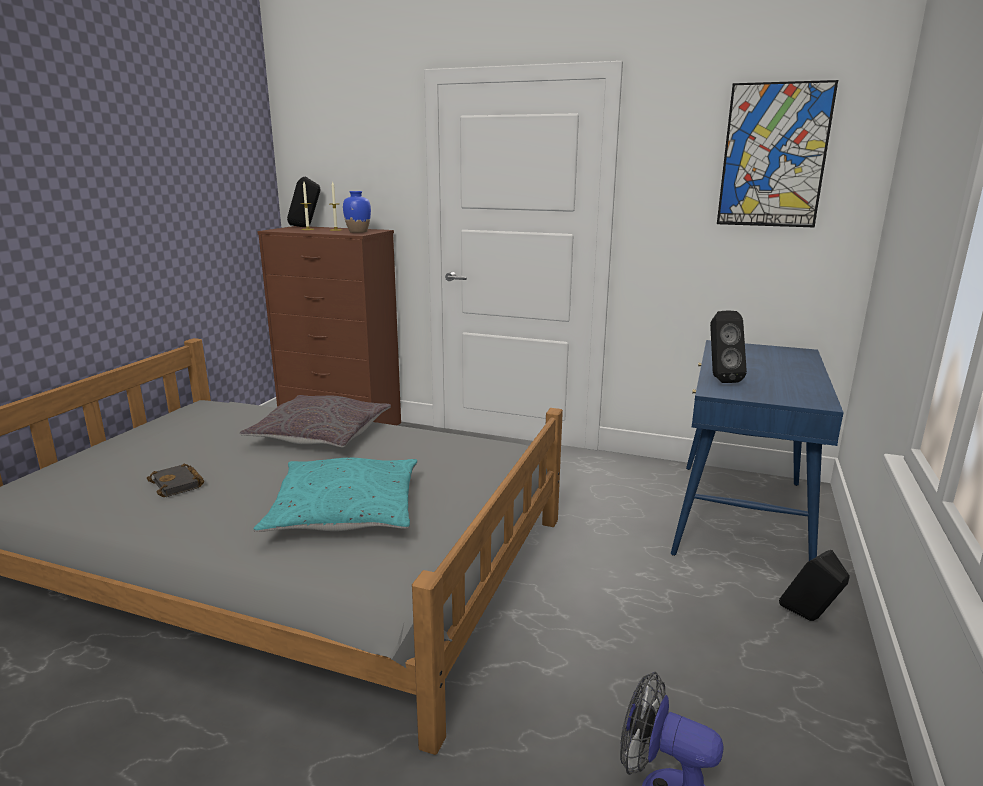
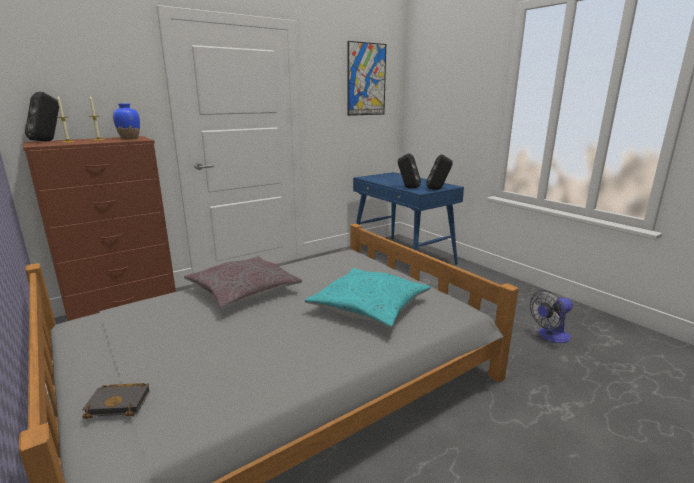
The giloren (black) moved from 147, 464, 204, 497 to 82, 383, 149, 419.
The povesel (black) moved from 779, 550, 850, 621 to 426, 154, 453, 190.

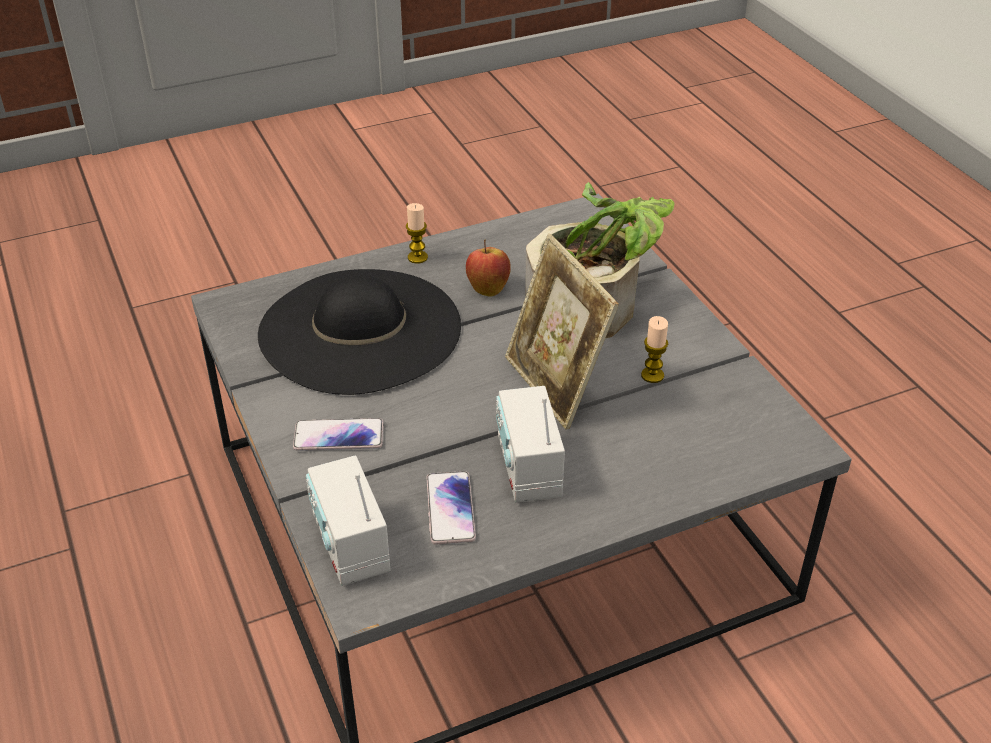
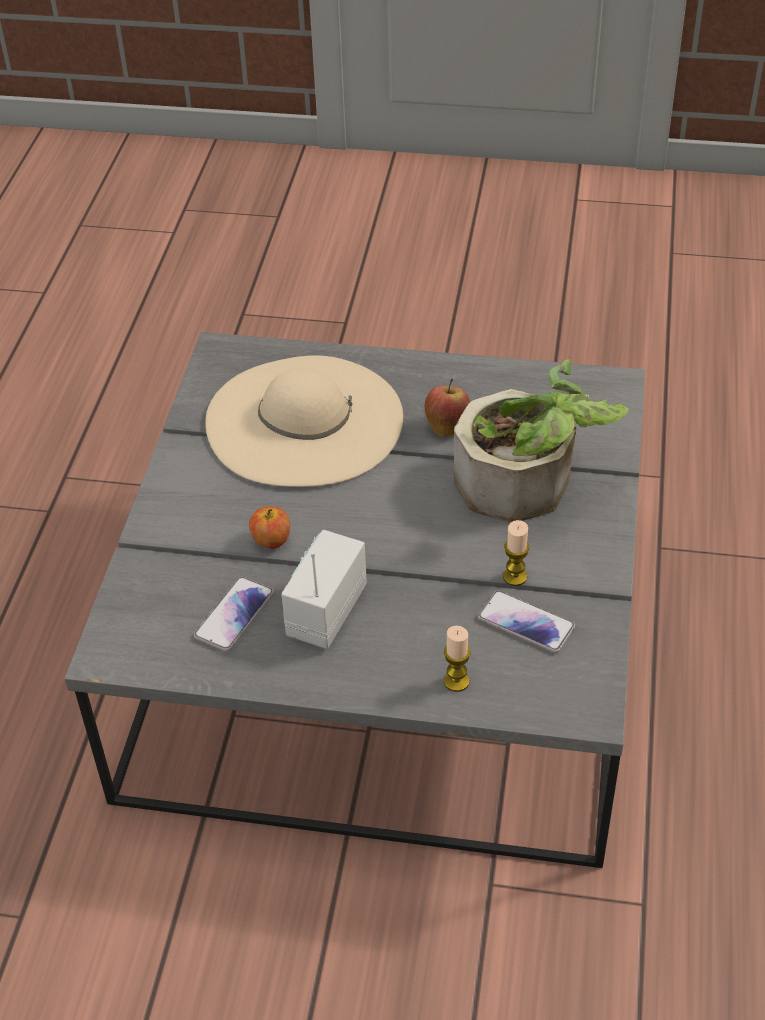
The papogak at 306, 455, 390, 586 disappeared.
The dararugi at 505, 234, 619, 430 disappeared.
The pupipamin at 249, 506, 290, 549 appeared.
The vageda moved from 293, 418, 384, 451 to 478, 591, 575, 653.
The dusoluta moved from 406, 203, 428, 264 to 444, 626, 471, 692.
The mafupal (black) at 258, 269, 461, 395 became the mafupal (beige) at 205, 355, 403, 487.

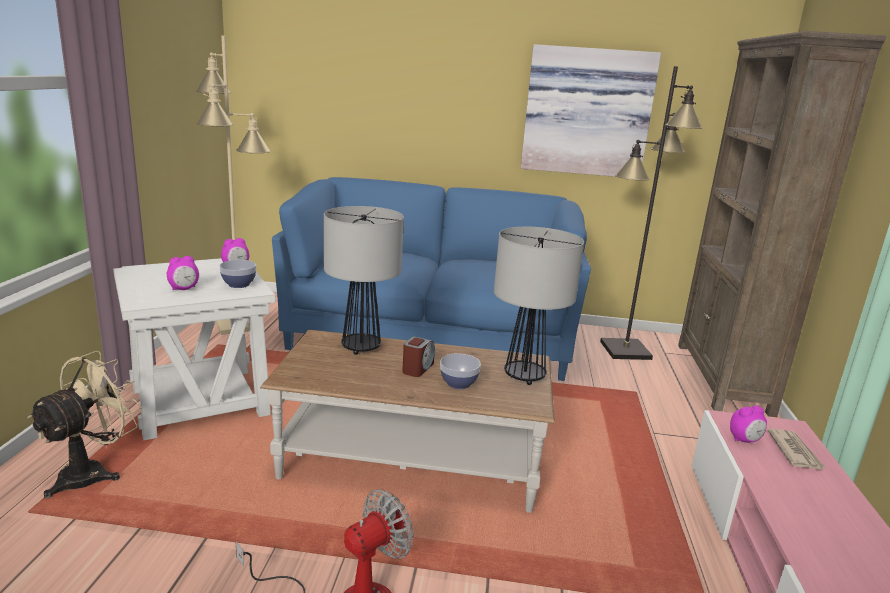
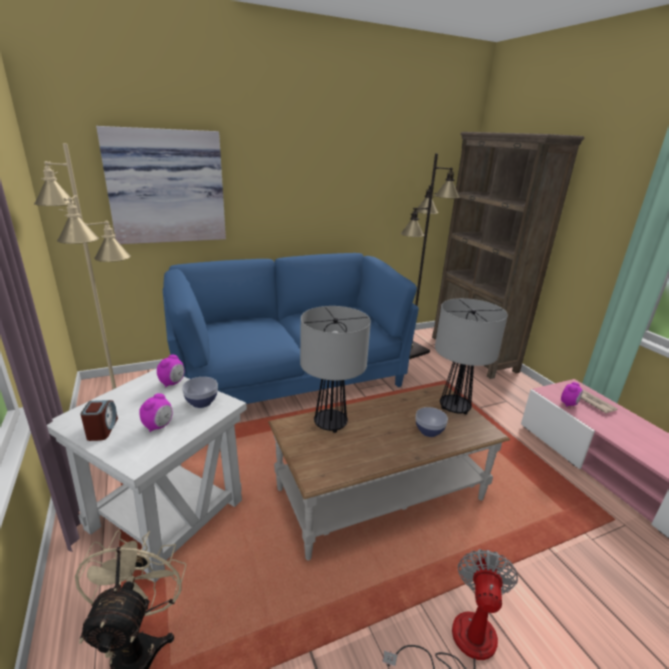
The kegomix moved from 402, 336, 435, 377 to 80, 400, 118, 441.
The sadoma moved from 521, 44, 661, 177 to 96, 126, 226, 244.

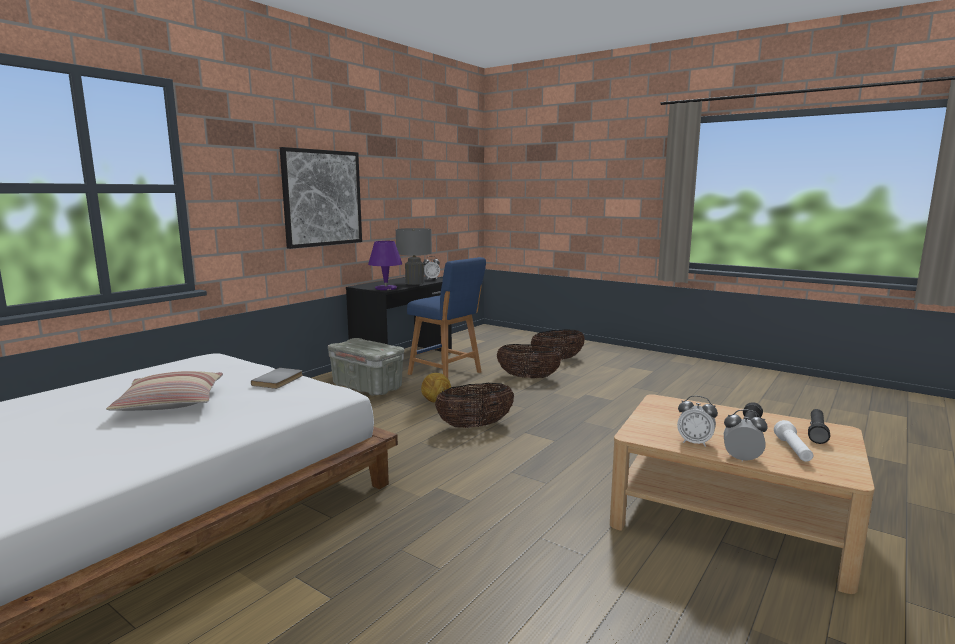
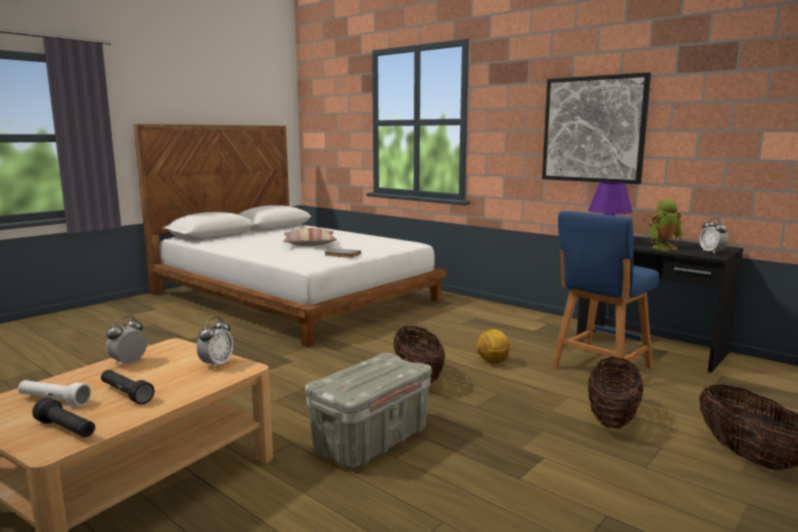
The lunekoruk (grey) moved from 328, 338, 404, 396 to 305, 353, 432, 468.
The kegomix moved from 724, 409, 768, 461 to 197, 317, 233, 369.
The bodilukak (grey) at 396, 228, 432, 285 was replaced by the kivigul at 648, 199, 683, 251.

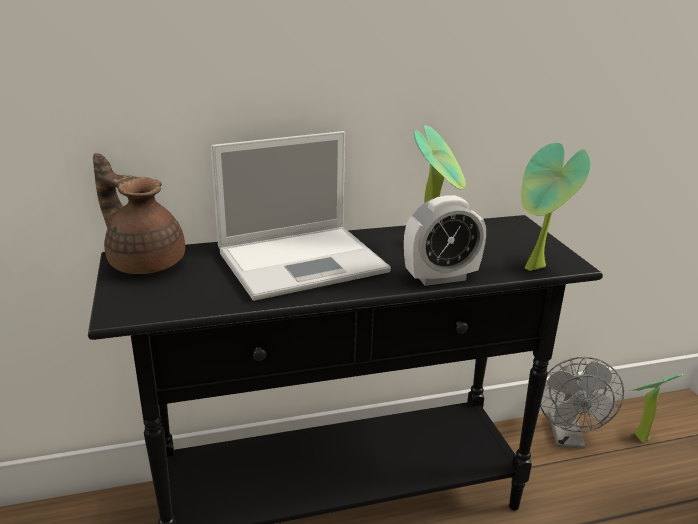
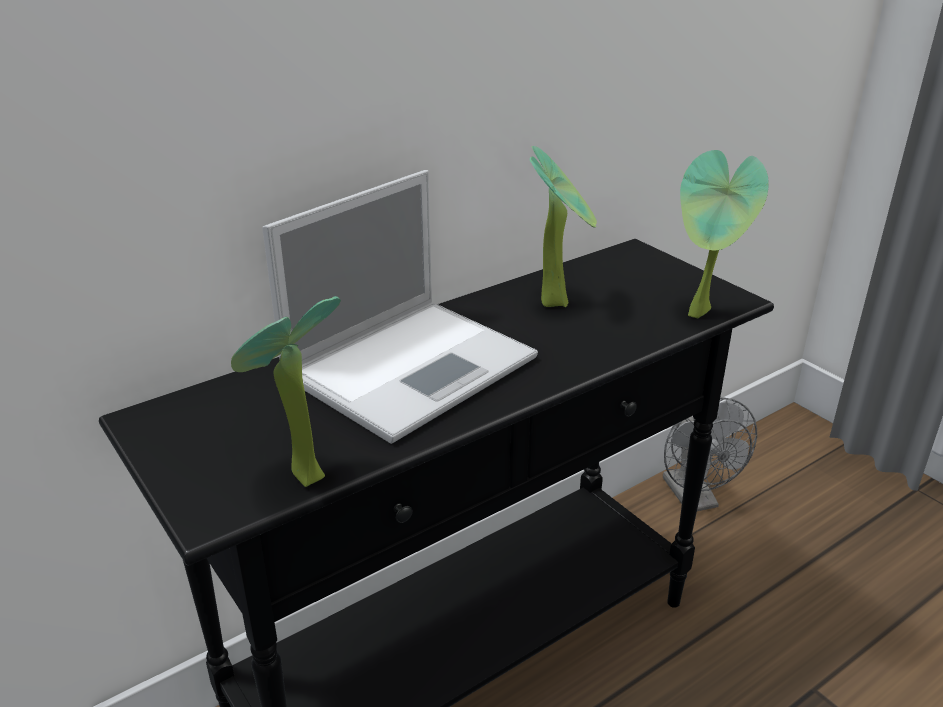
The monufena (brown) at 93, 153, 185, 274 disappeared.
The kegomix at 404, 195, 486, 286 disappeared.
The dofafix moved from 629, 373, 683, 442 to 231, 296, 341, 487.

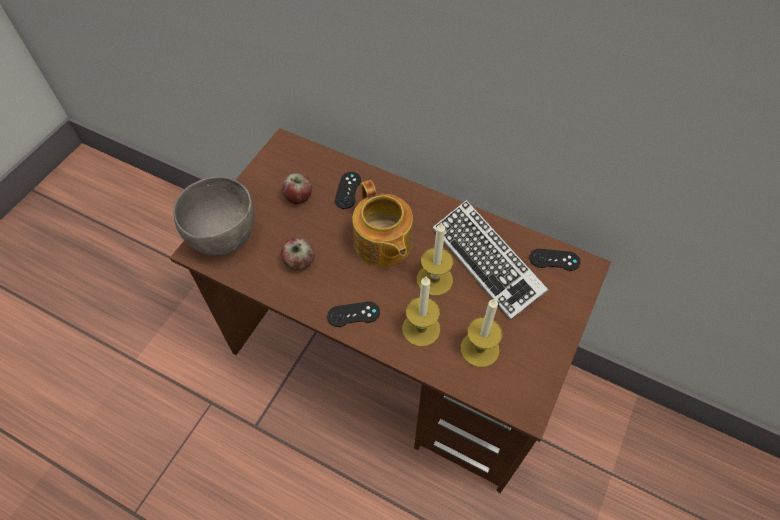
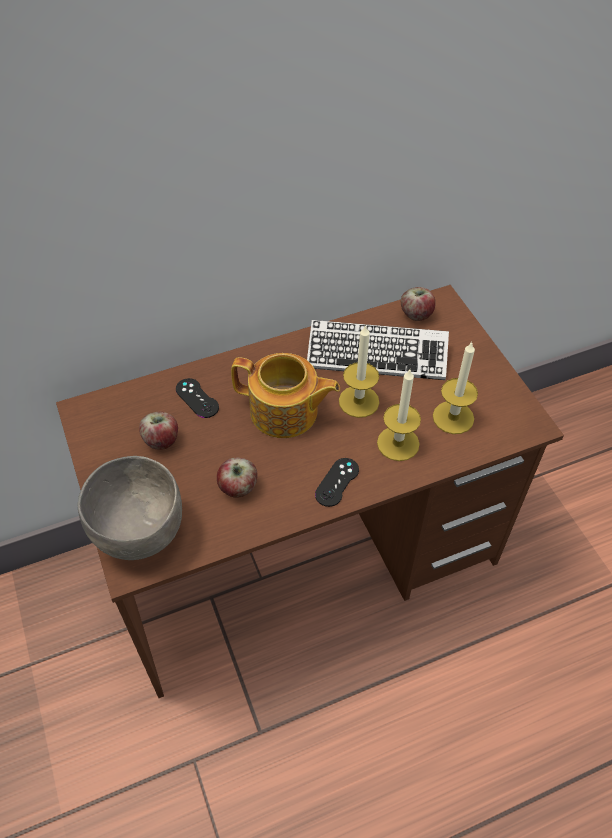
The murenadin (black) at 529, 249, 581, 271 was replaced by the pupipamin at 401, 287, 436, 321.

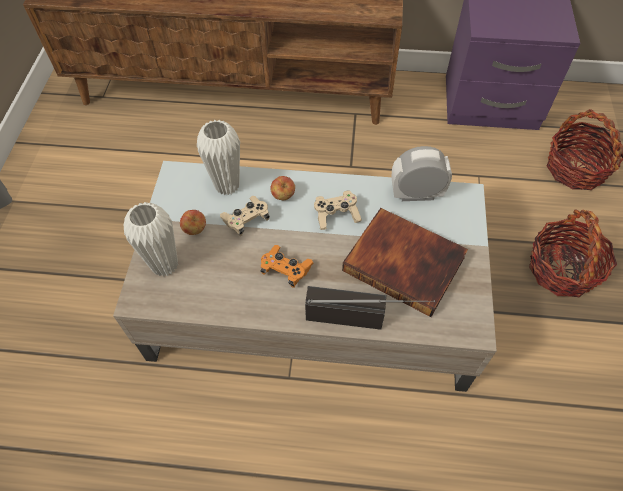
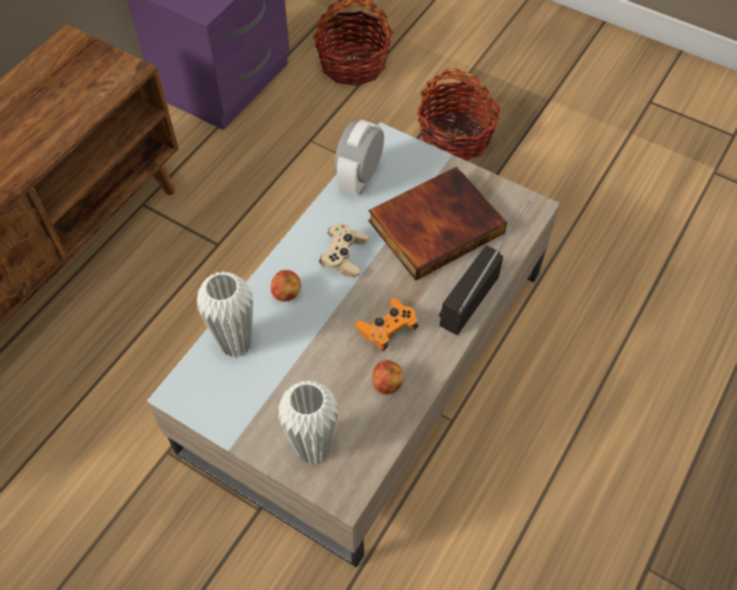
The murenadin (beige) at 220, 196, 270, 236 disappeared.
The pupipamin moved from 180, 210, 206, 235 to 372, 360, 404, 395.

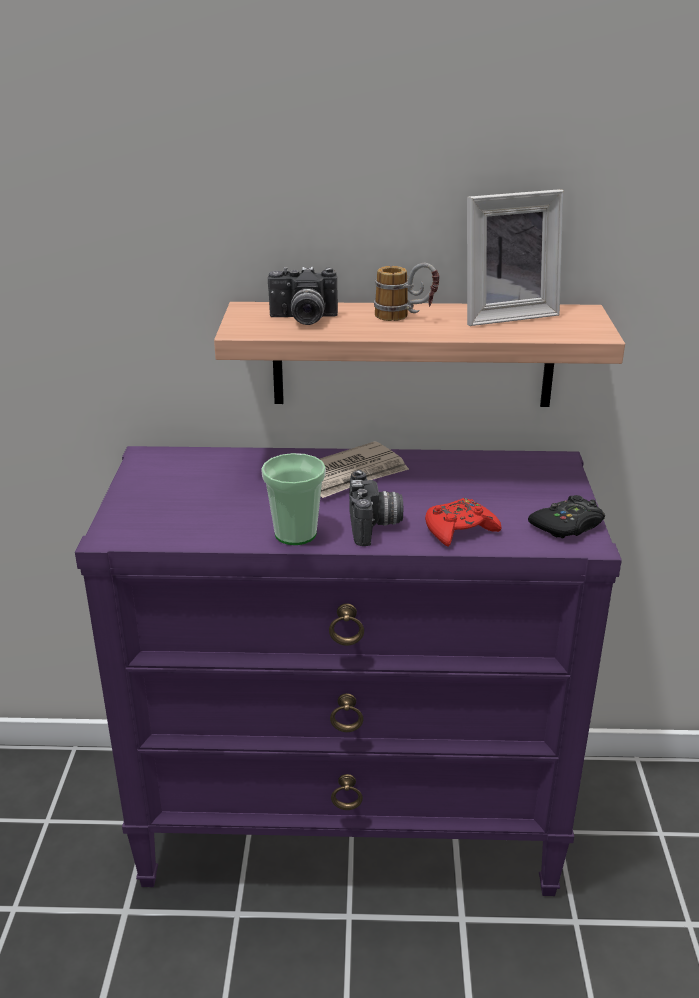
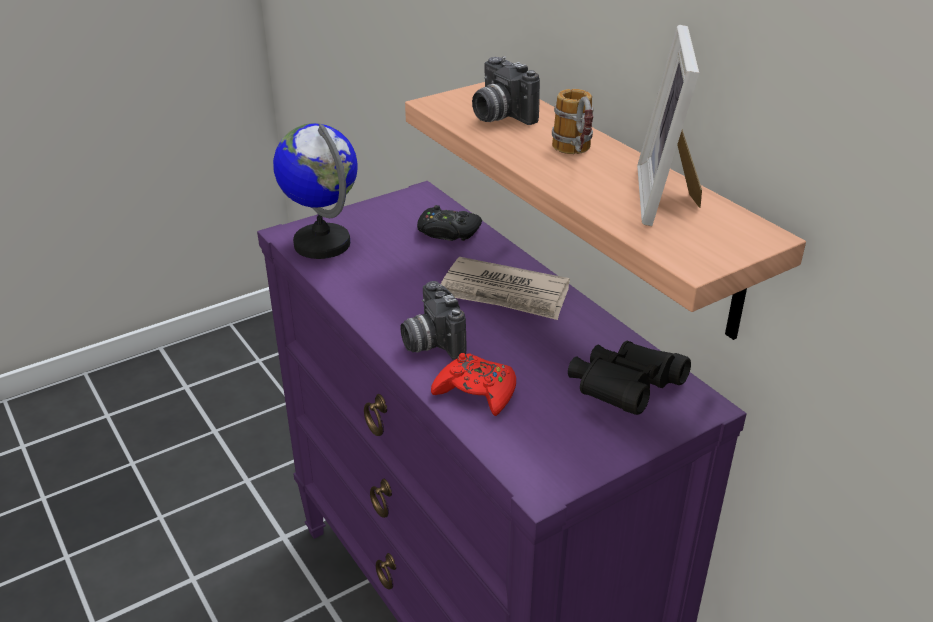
The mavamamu at 261, 453, 326, 545 disappeared.
The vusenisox at 273, 123, 358, 259 appeared.
The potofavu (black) at 568, 341, 691, 415 appeared.
The murenadin (black) moved from 528, 495, 605, 539 to 417, 205, 482, 241.
The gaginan at 349, 470, 404, 546 turned 105 degrees clockwise.
The dararugi at 467, 189, 564, 326 turned 60 degrees clockwise.

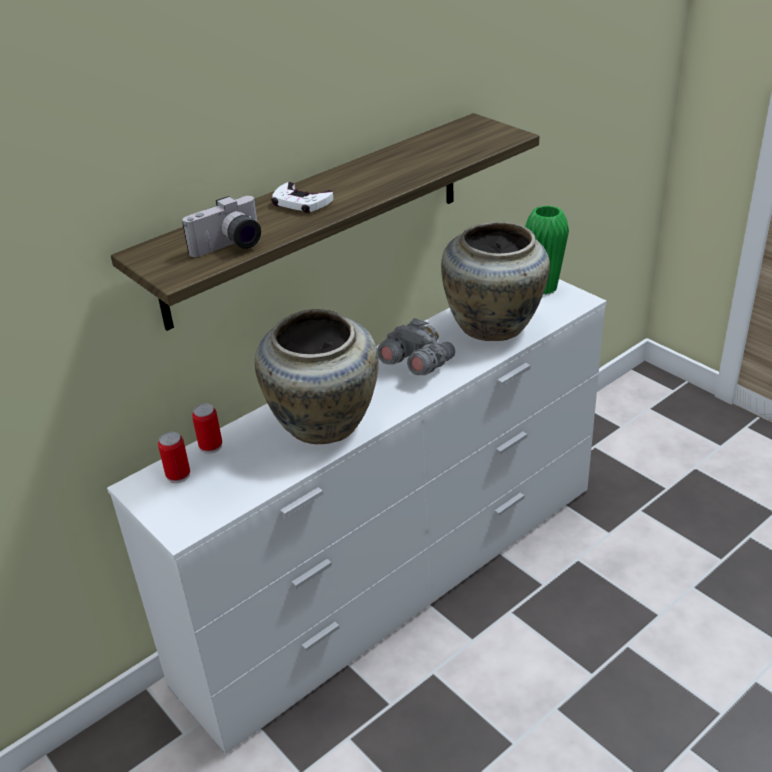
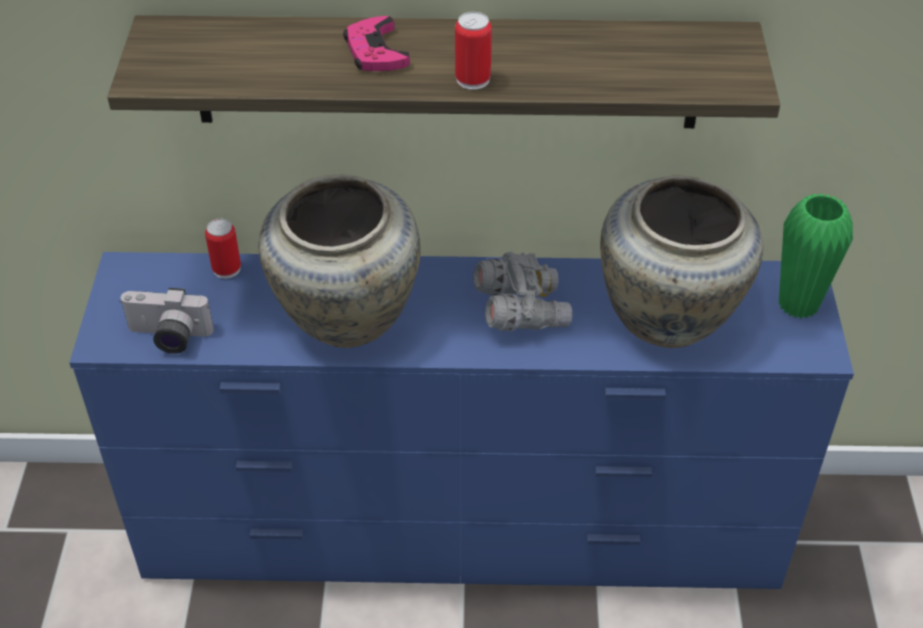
The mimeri moved from 158, 432, 190, 483 to 455, 12, 492, 90.
The gaginan moved from 182, 196, 261, 257 to 119, 288, 214, 354.
The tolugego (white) at 107, 279, 607, 754 became the tolugego (blue) at 69, 252, 854, 589.
The murenadin (white) at 271, 182, 333, 213 became the murenadin (pink) at 343, 16, 410, 71.

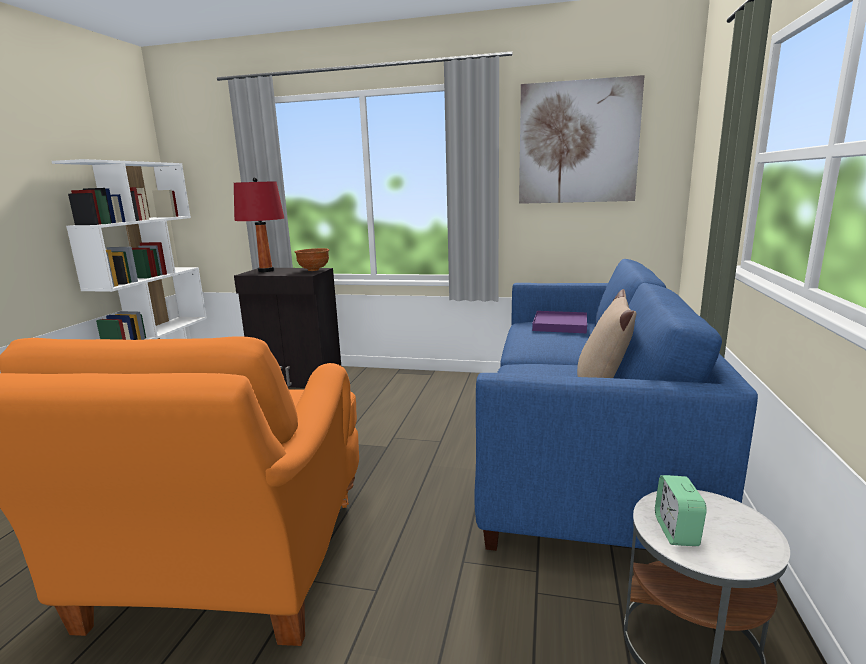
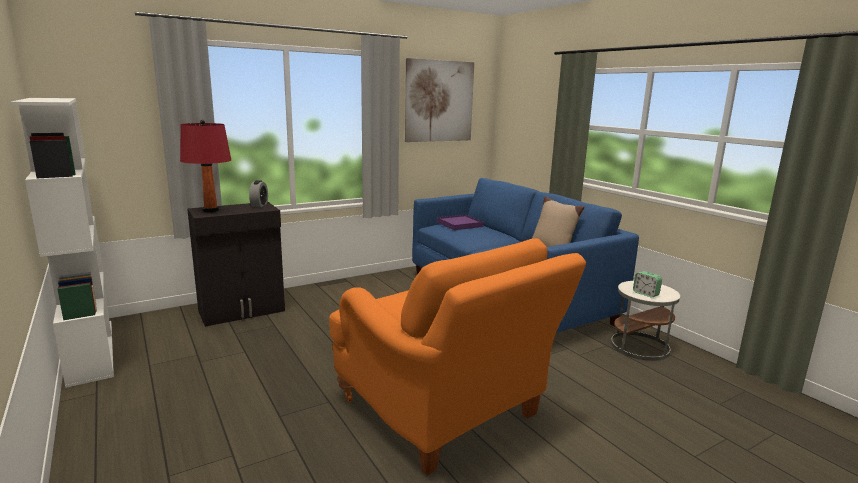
The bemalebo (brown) at 295, 248, 329, 271 was replaced by the kegomix at 249, 180, 268, 207.

